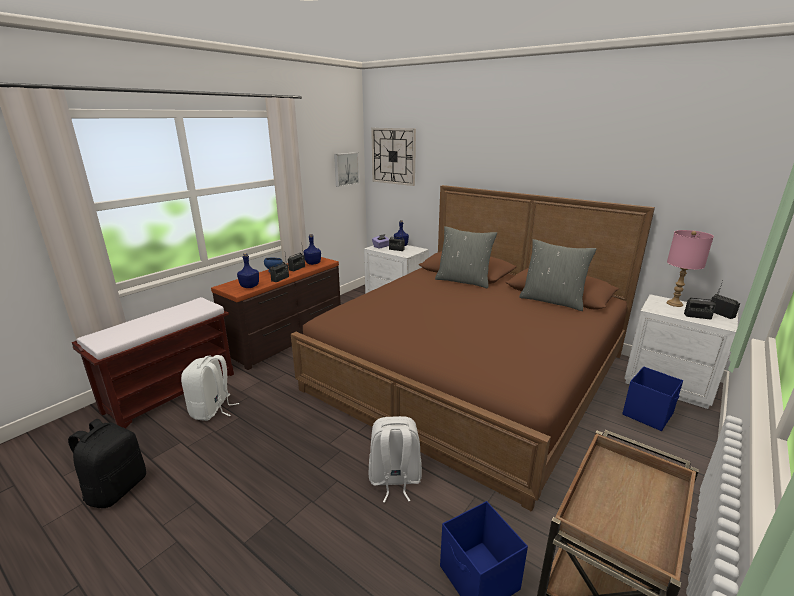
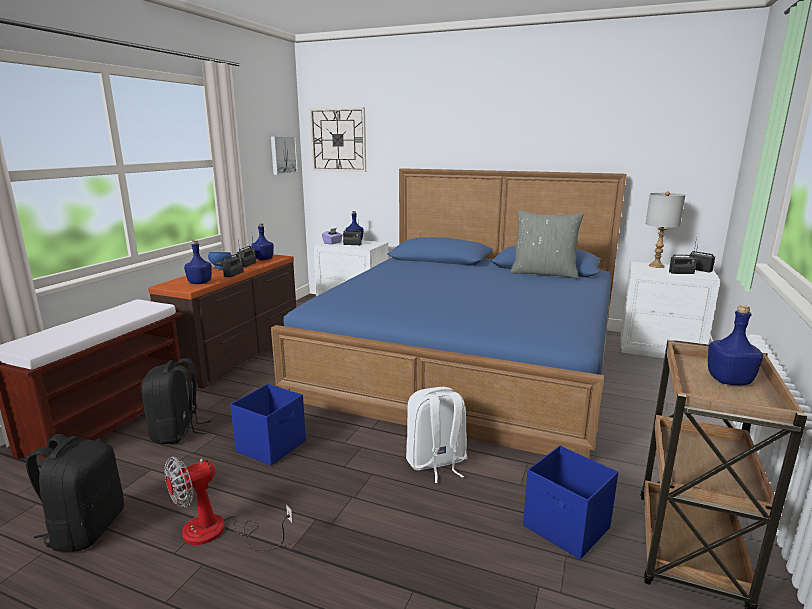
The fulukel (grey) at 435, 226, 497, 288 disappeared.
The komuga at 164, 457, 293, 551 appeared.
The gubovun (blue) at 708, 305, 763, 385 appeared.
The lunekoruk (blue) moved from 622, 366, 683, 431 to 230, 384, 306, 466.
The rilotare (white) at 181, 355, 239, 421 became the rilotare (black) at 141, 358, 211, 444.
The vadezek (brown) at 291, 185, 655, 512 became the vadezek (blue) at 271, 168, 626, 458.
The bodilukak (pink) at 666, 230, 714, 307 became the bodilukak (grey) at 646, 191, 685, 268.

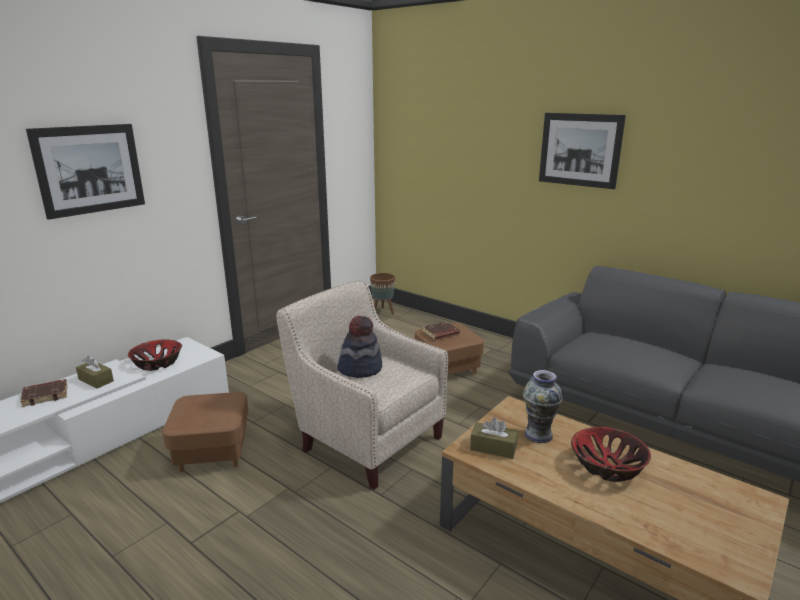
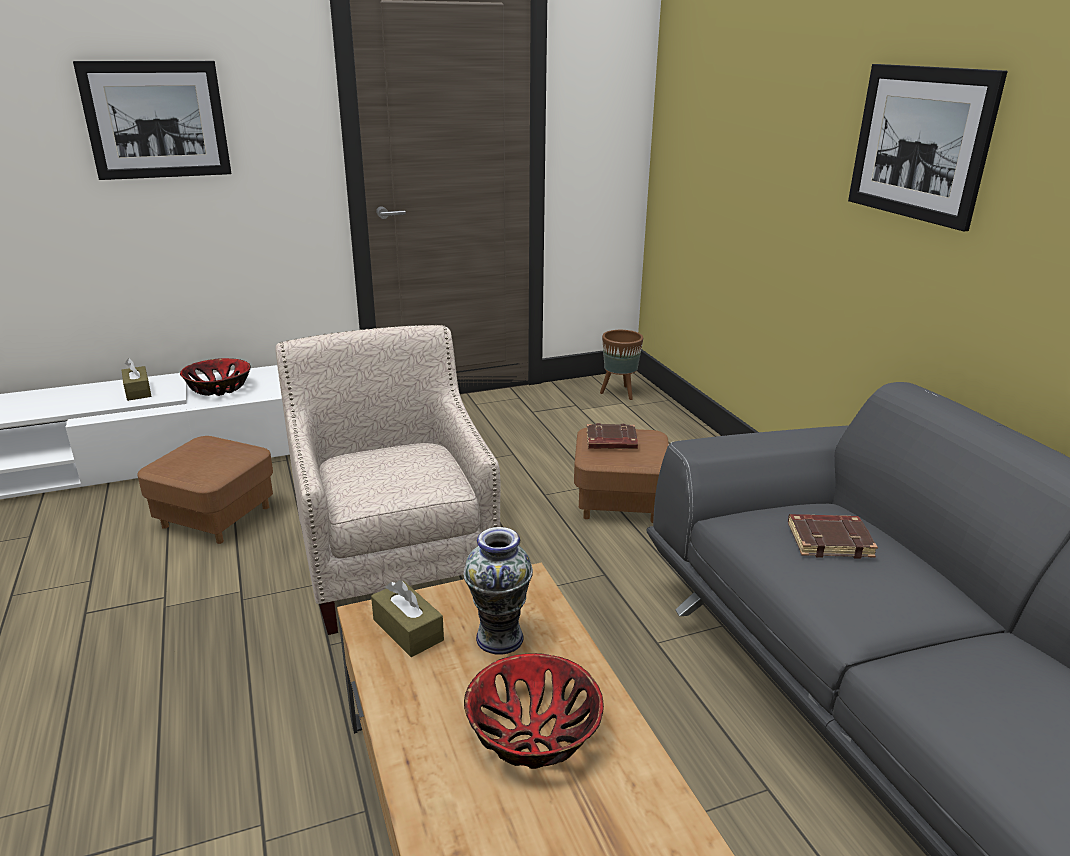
The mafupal at 337, 316, 382, 378 disappeared.
The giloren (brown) moved from 20, 379, 67, 407 to 788, 514, 878, 559.

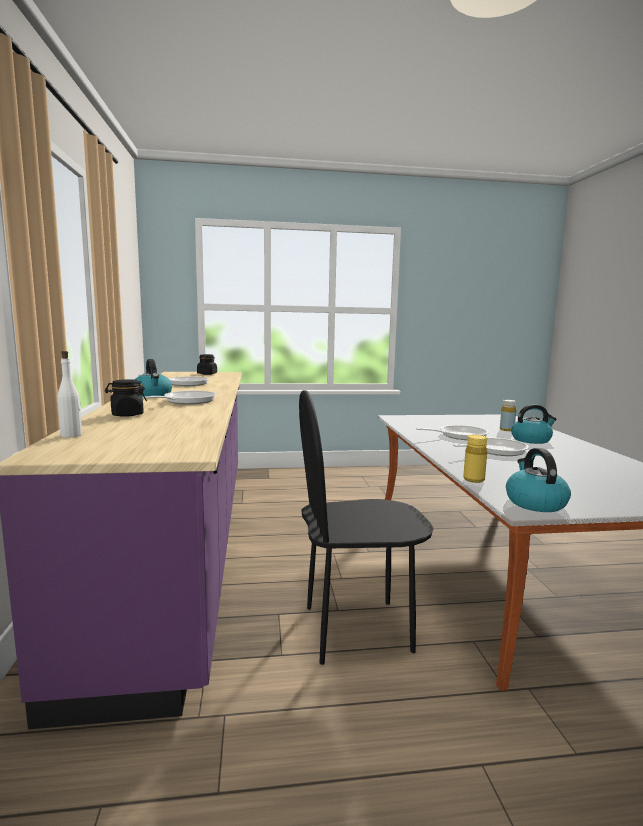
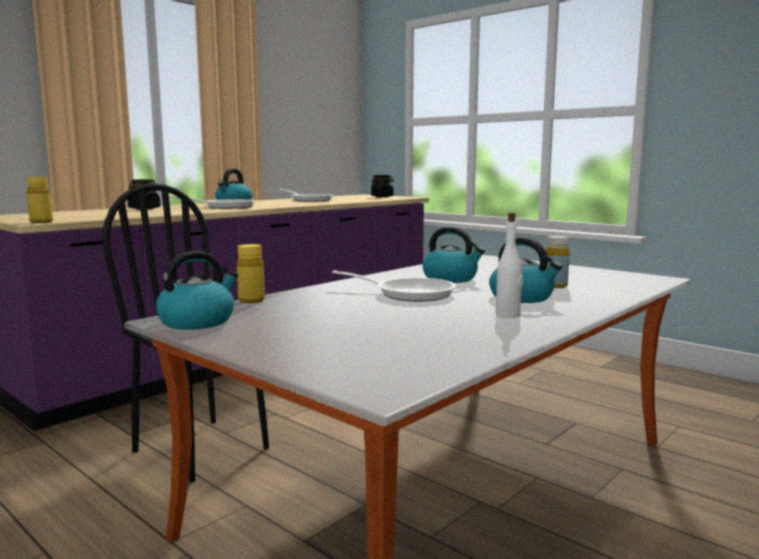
The gubovun (yellow) at 26, 177, 53, 223 appeared.
The gubovun (white) moved from 57, 351, 82, 438 to 496, 212, 523, 318.
The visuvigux at 416, 425, 489, 440 was replaced by the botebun at 423, 227, 485, 283.

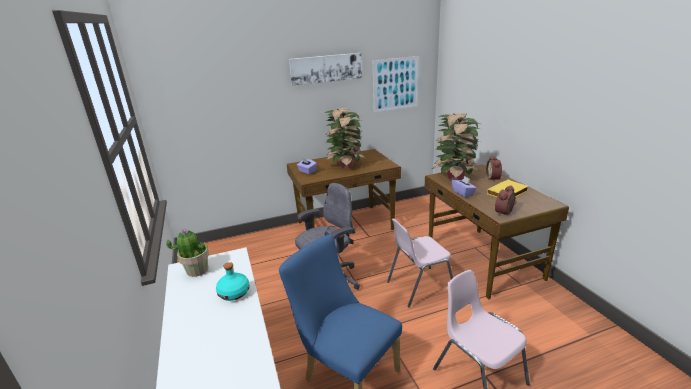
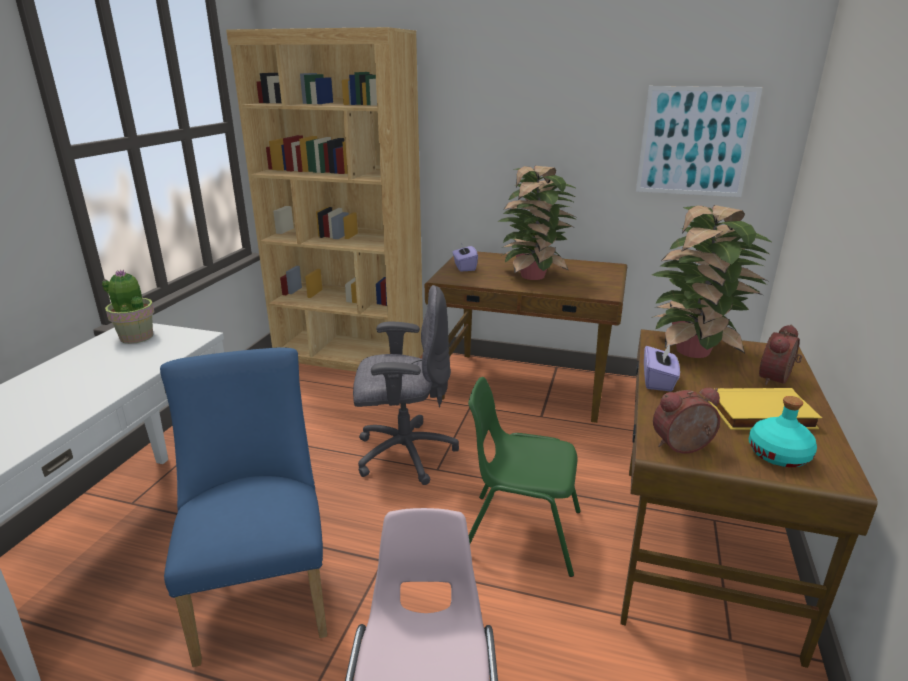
The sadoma at 289, 53, 362, 86 disappeared.
The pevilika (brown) at 226, 27, 423, 372 appeared.
The gubovun (turquoise) moved from 216, 262, 250, 301 to 749, 396, 817, 467.
The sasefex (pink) at 387, 218, 453, 308 became the sasefex (green) at 468, 377, 581, 577.

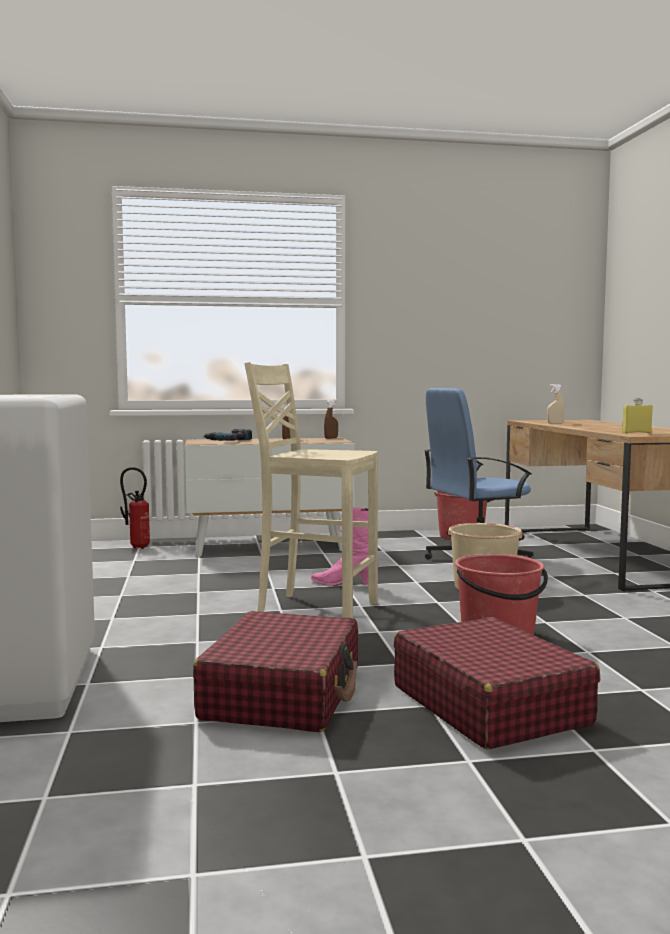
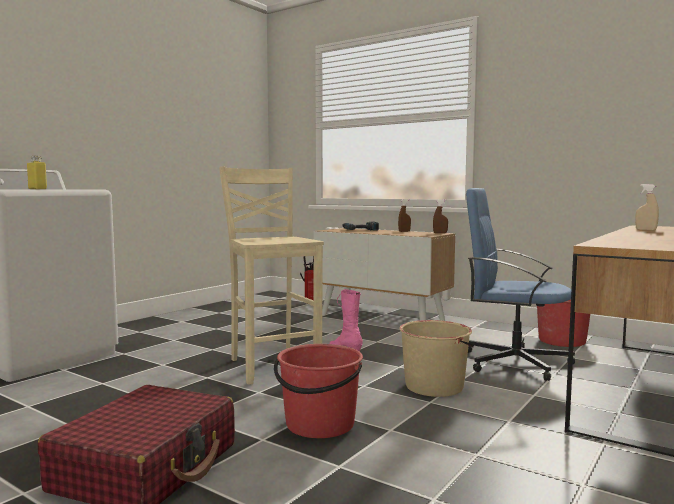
The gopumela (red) at 193, 611, 358, 732 disappeared.
The gubovun (yellow) moved from 622, 398, 653, 433 to 27, 155, 47, 189.

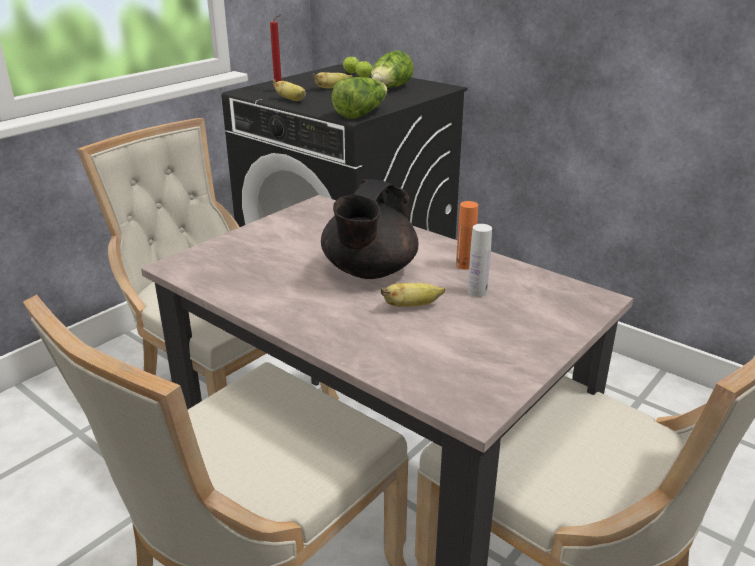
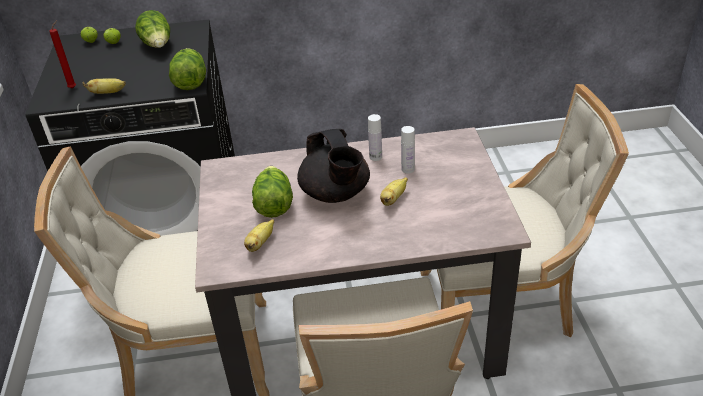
The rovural at 252, 166, 293, 218 appeared.
The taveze moved from 312, 72, 353, 88 to 244, 219, 274, 252.
The gubovun (orange) at 456, 201, 478, 270 became the gubovun (white) at 368, 114, 382, 161.

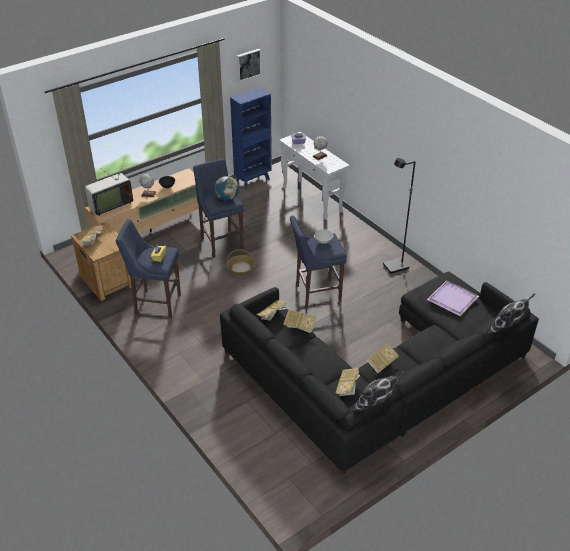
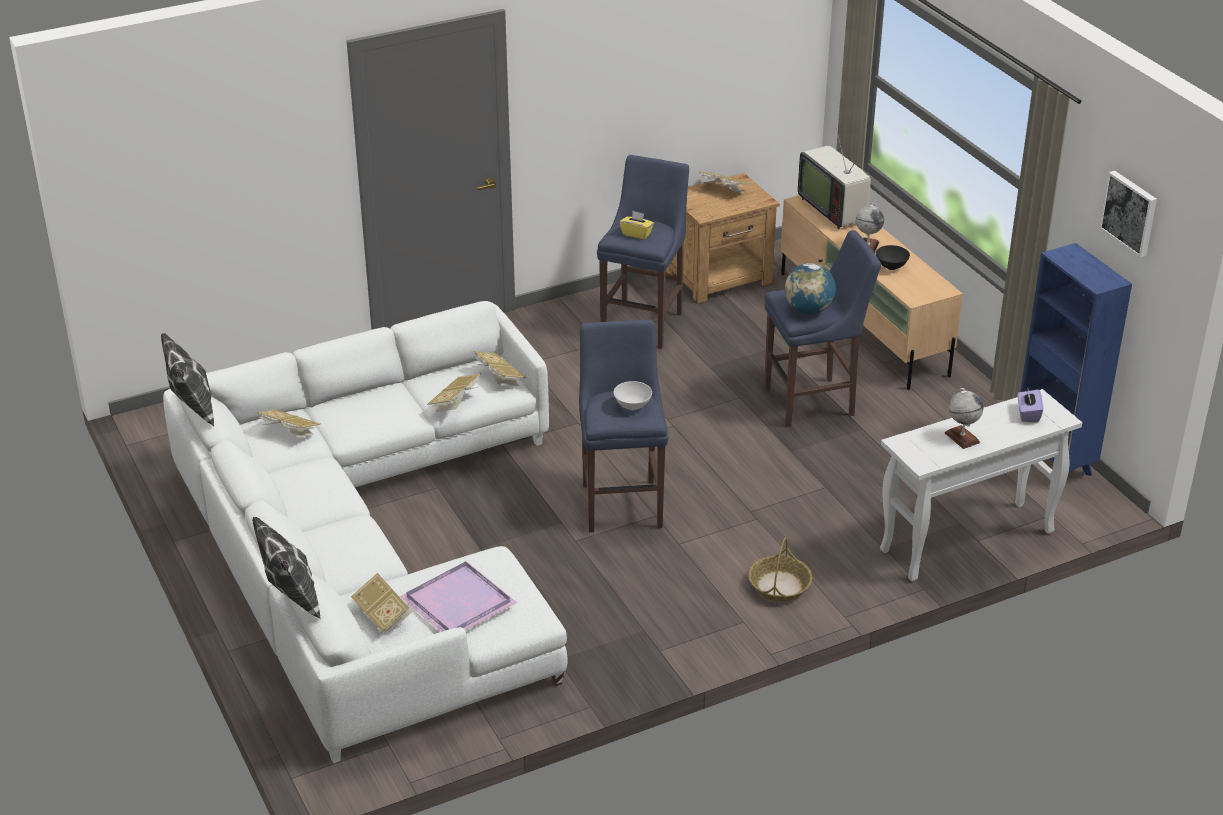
The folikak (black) at 383, 158, 416, 274 disappeared.
The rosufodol moved from 227, 249, 255, 275 to 748, 537, 812, 602.
The giloren moved from 367, 343, 399, 373 to 351, 573, 412, 635.
The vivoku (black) at 220, 271, 539, 476 became the vivoku (white) at 163, 301, 568, 763.

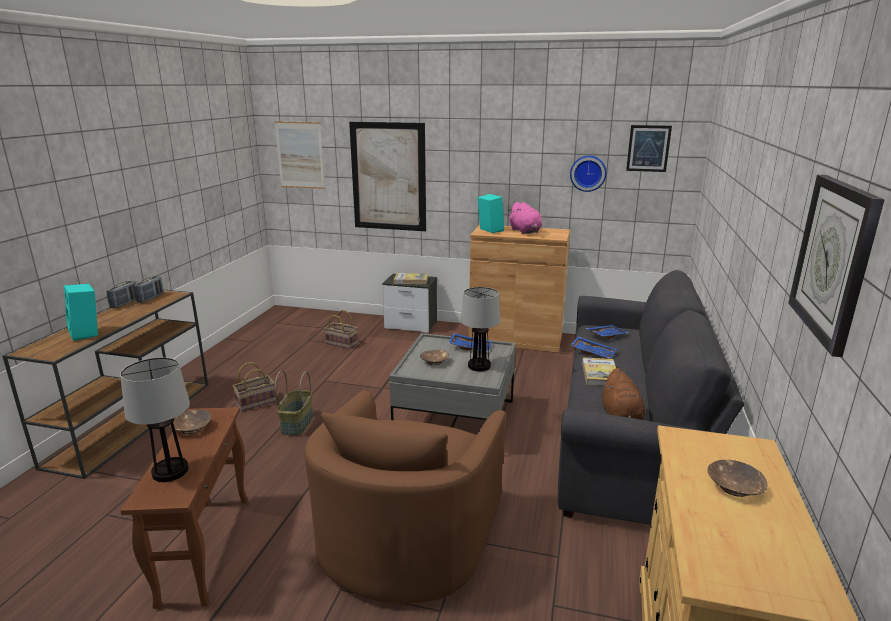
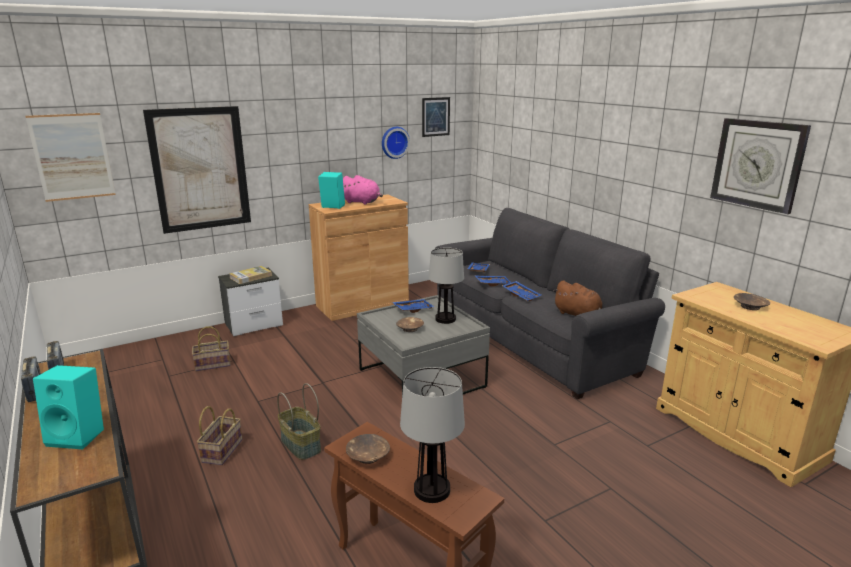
The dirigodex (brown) at 304, 390, 506, 603 disappeared.
The giloren at 582, 357, 616, 386 was replaced by the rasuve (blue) at 502, 281, 541, 301.

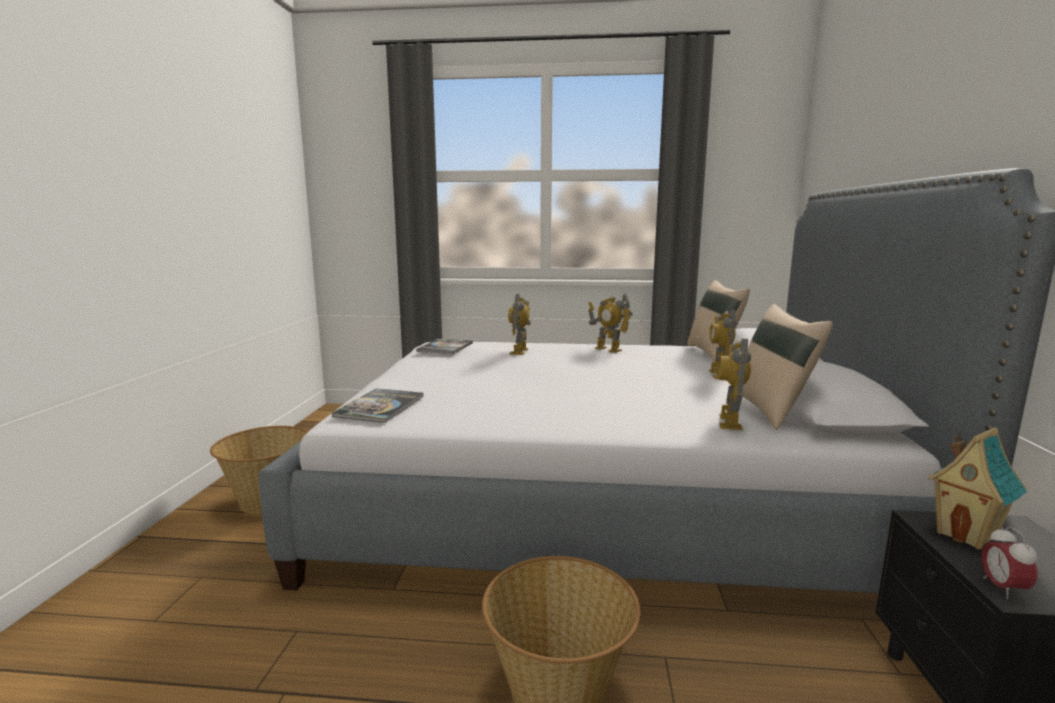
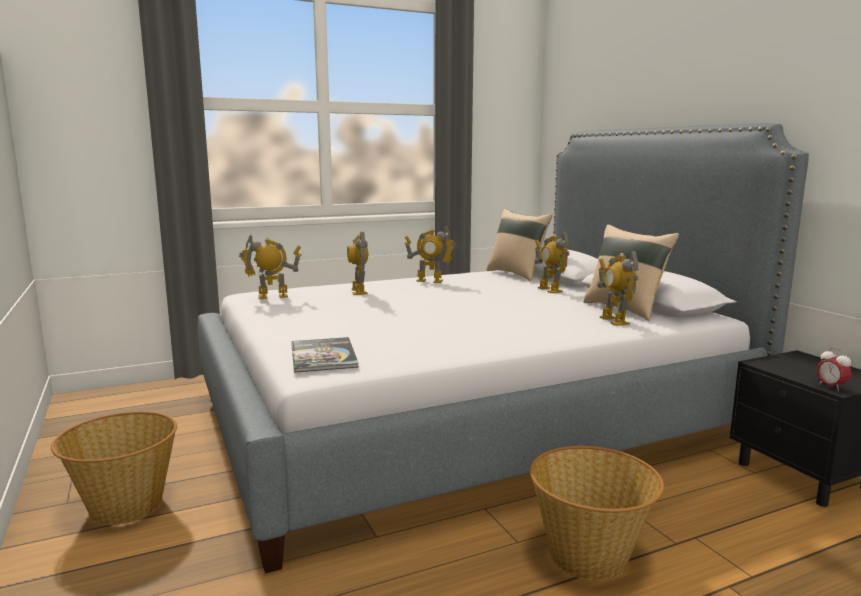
The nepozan at 928, 427, 1027, 550 disappeared.
The giloren at 416, 339, 473, 354 was replaced by the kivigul at 239, 235, 302, 299.

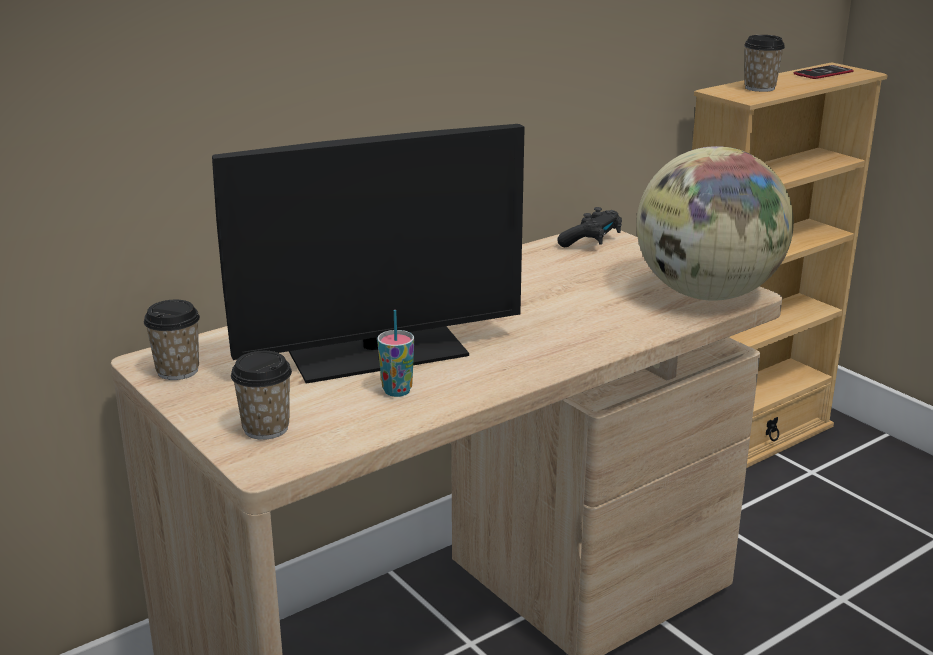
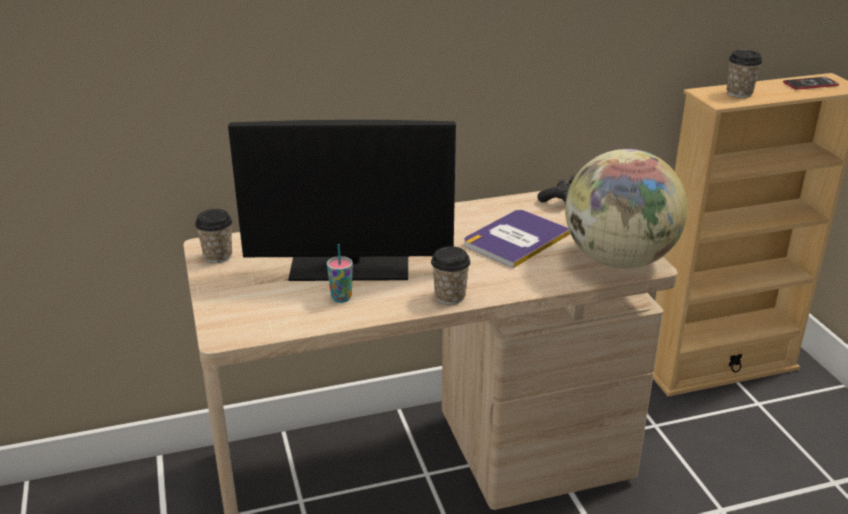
The giloren at 464, 210, 570, 268 appeared.
The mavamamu moved from 231, 351, 292, 440 to 431, 246, 471, 305.

